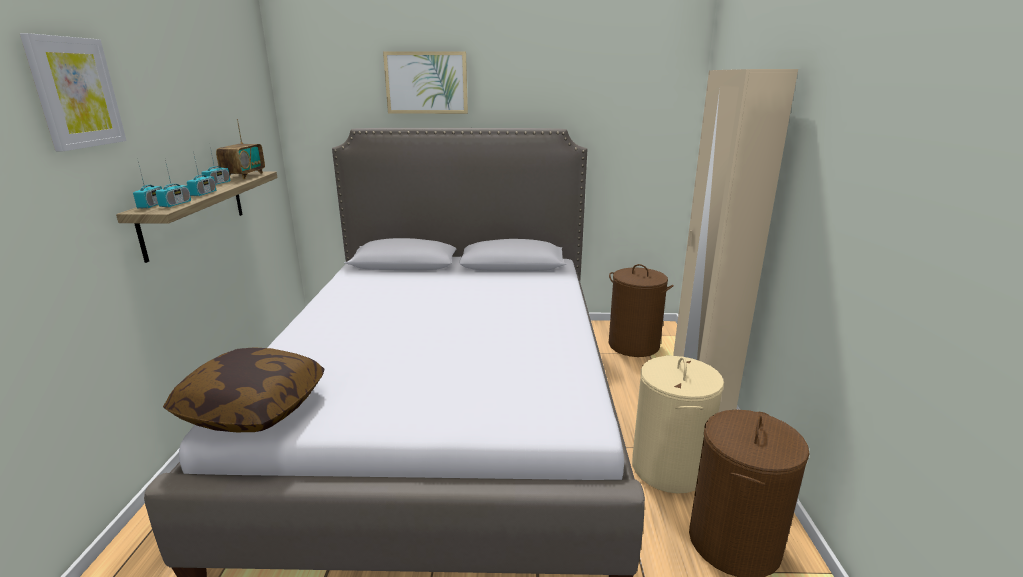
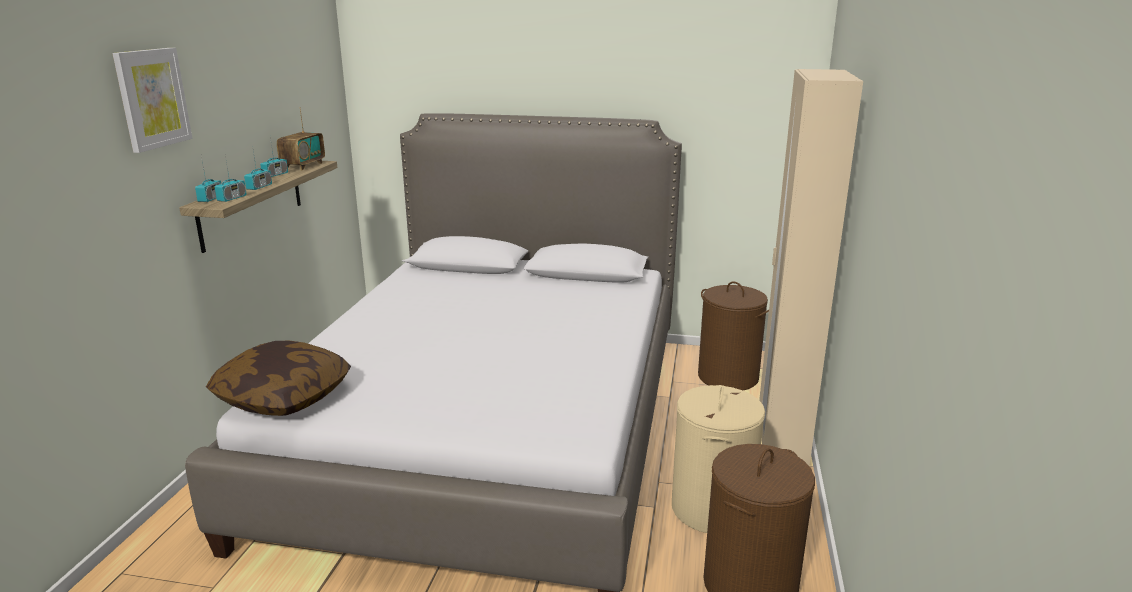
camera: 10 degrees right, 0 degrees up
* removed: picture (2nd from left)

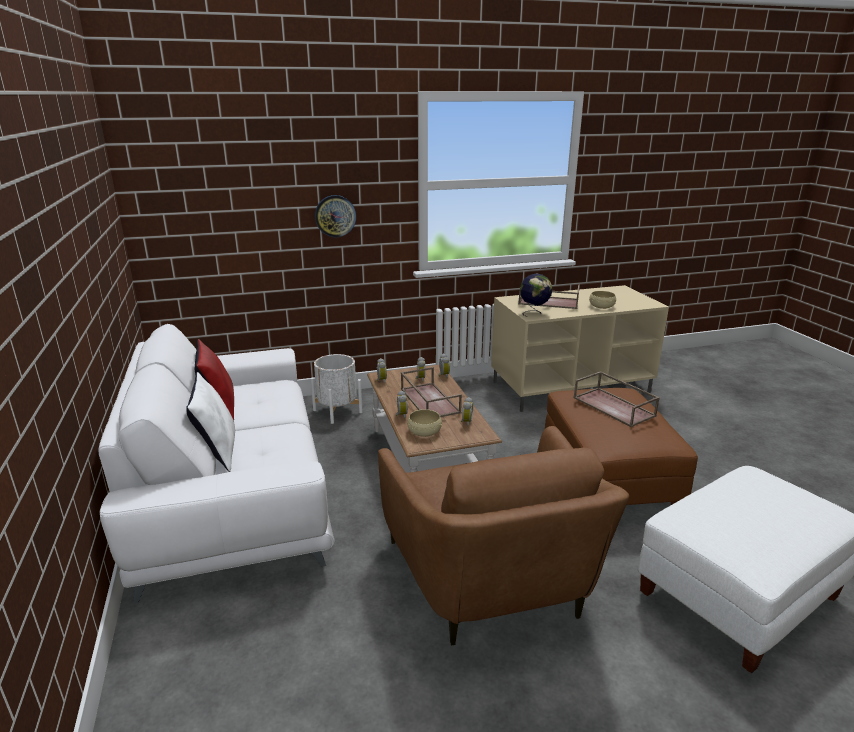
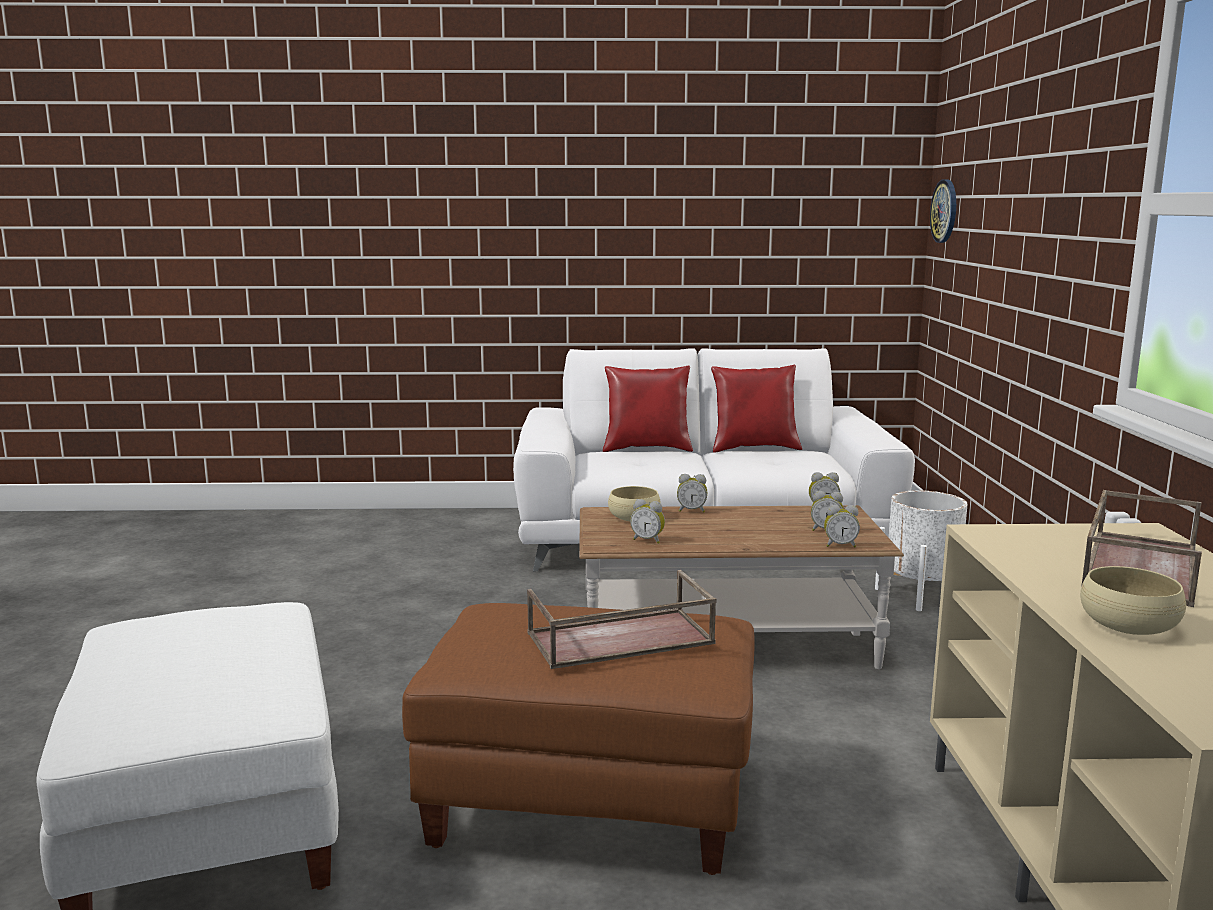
camera: 105 degrees right, 10 degrees down
* removed: armchair/brown
* removed: tray/brown (1st from left)
* removed: globe
* moved: wall clock
* recoloured: pillow/white to pillow/red (1st from left)

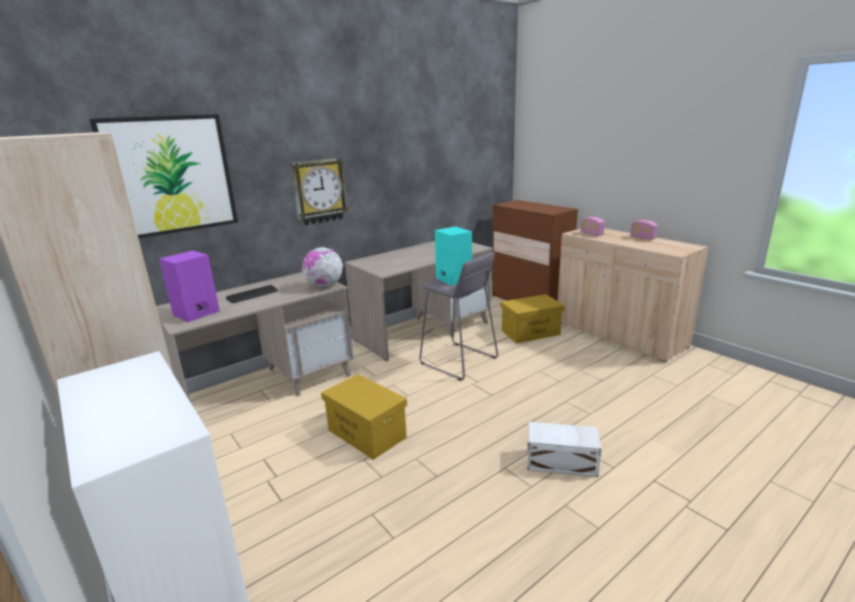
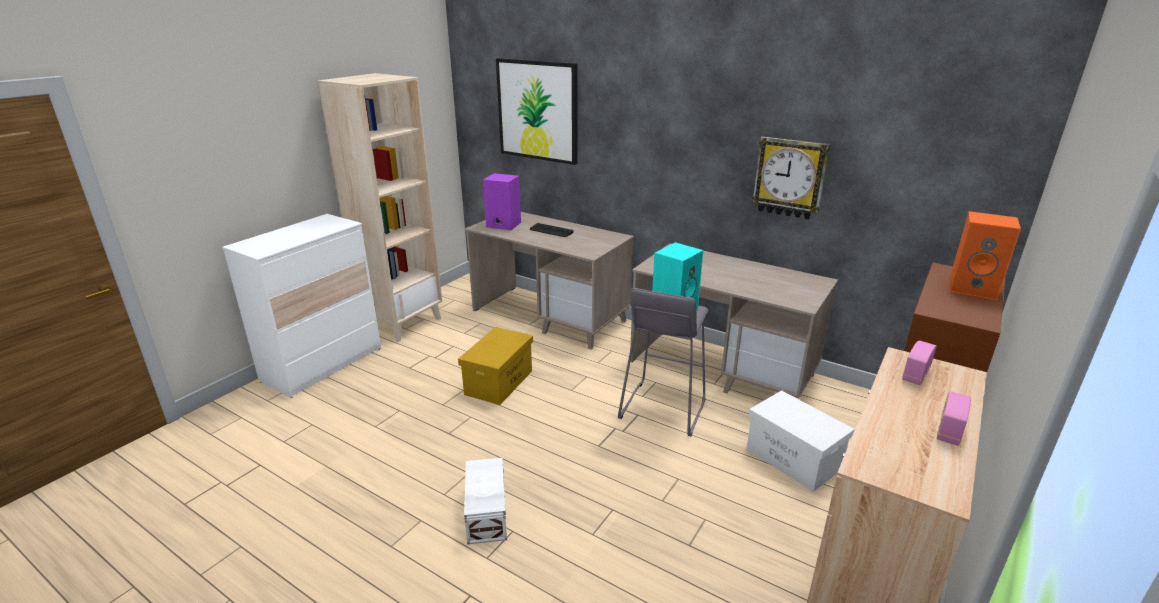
camera: 70 degrees right, 5 degrees up
* removed: globe
* added: speaker/orange
* moved: wall clock
* recoloured: storage box/yellow (2nd from left) to storage box/white (2nd from left)

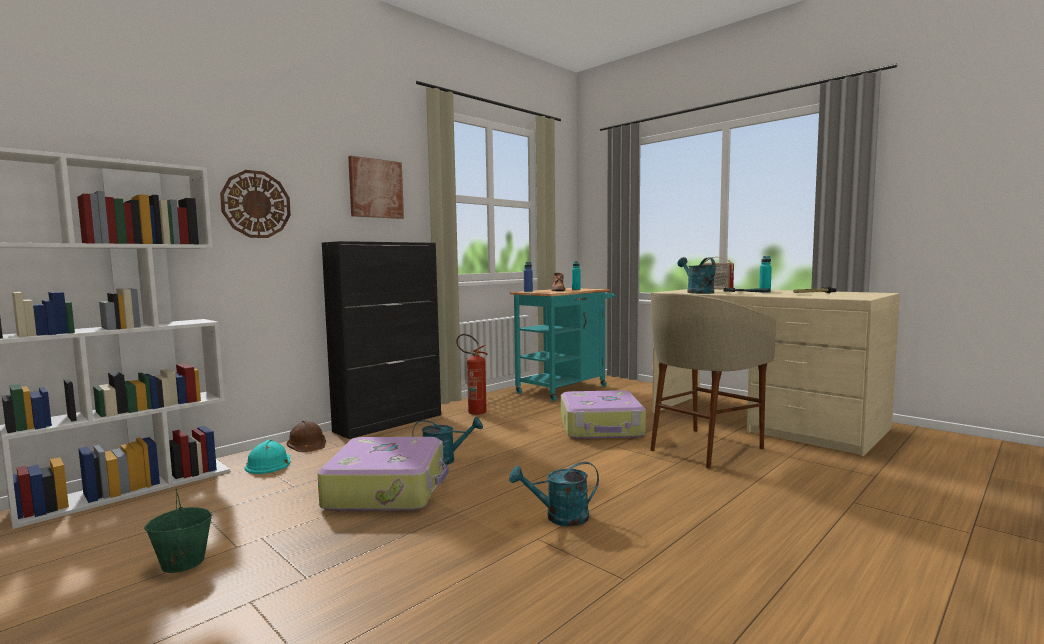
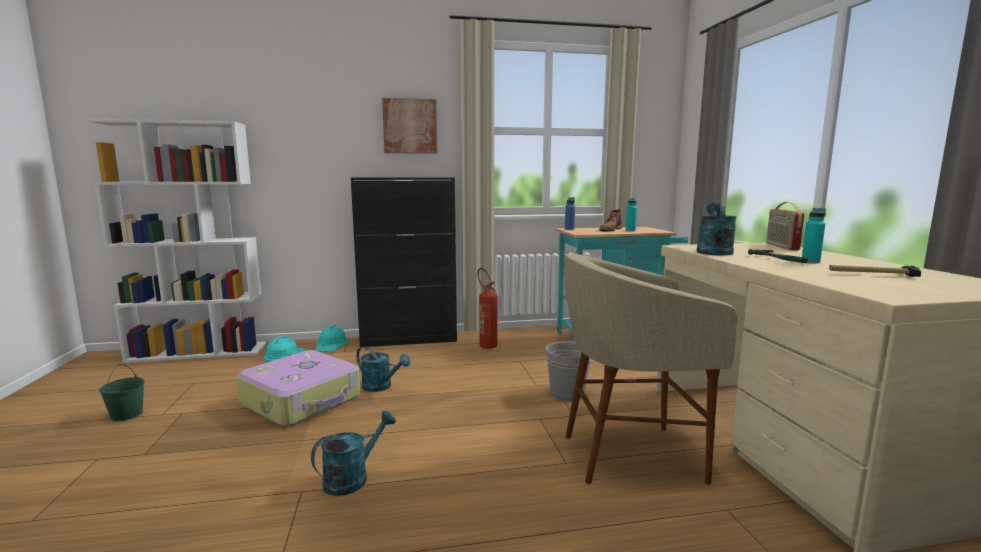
camera: 35 degrees right, 5 degrees up
* removed: wall clock
* replaced: suitcase (2nd from left) to bucket/grey
* recoloured: hard hat/brown to hard hat/turquoise (2nd from left)
* turned: watering can/turquoise (2nd from left in the first image) 105 degrees clockwise

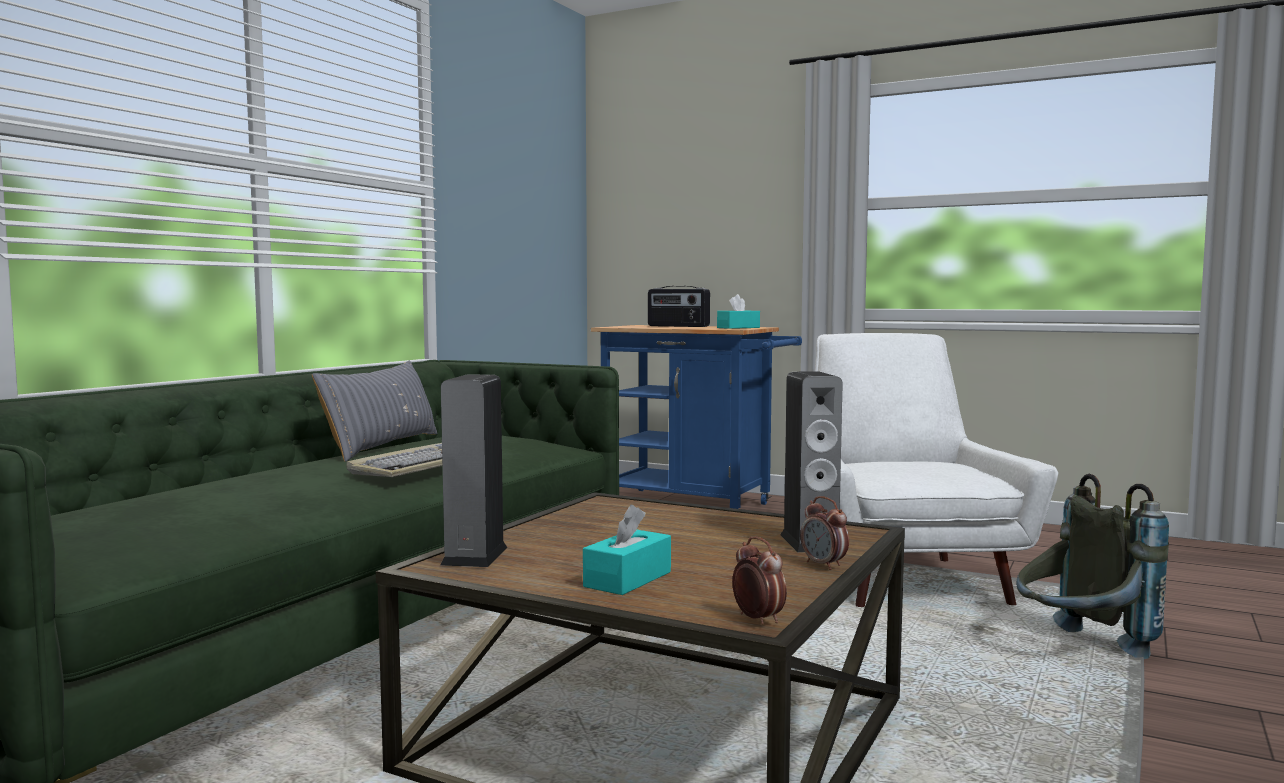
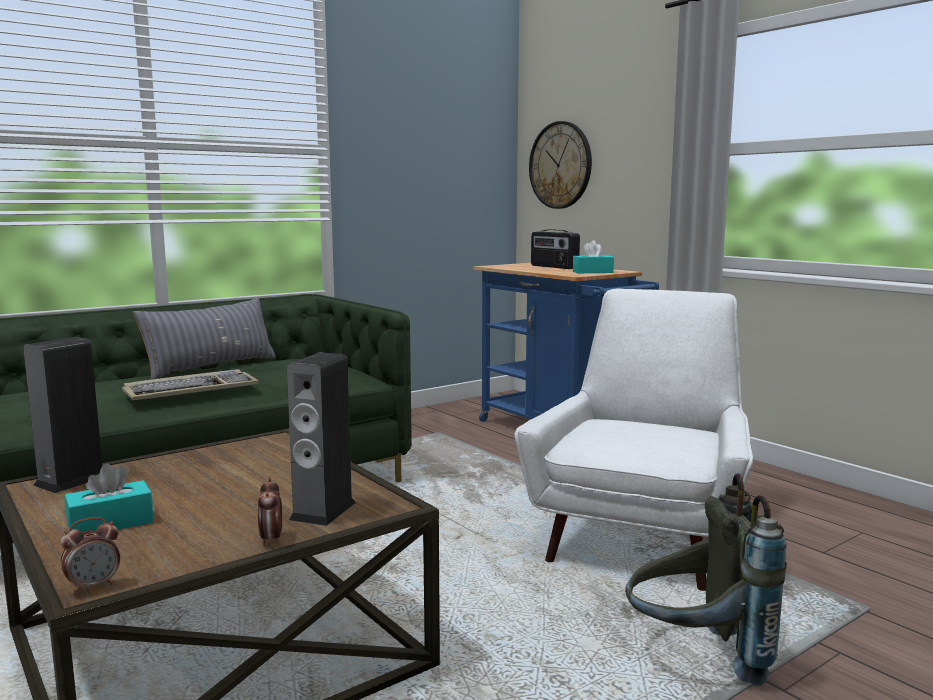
camera: 25 degrees right, 5 degrees up
* added: wall clock
* turned: alarm clock (1st from left) 60 degrees clockwise

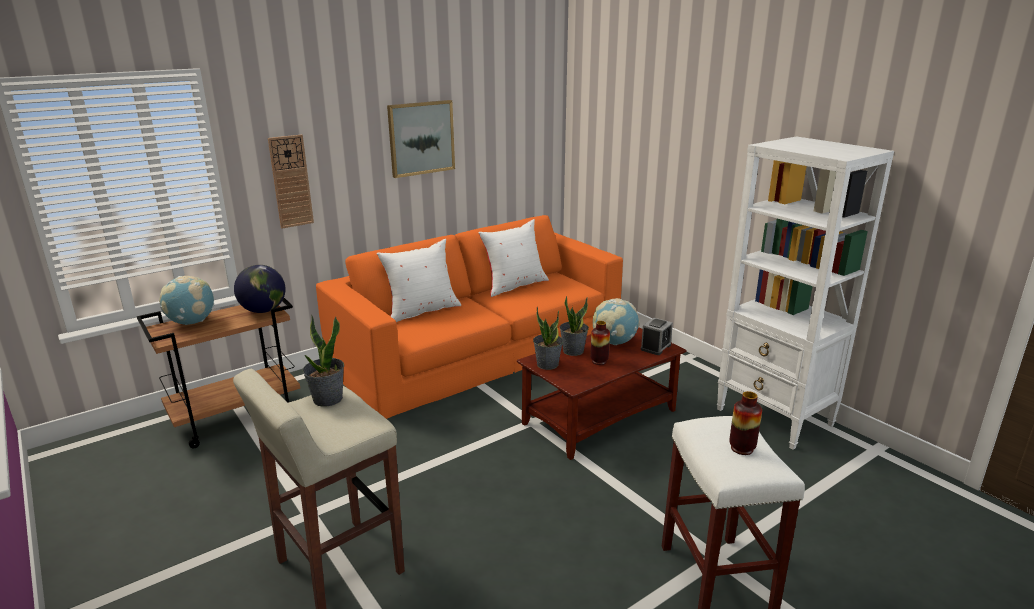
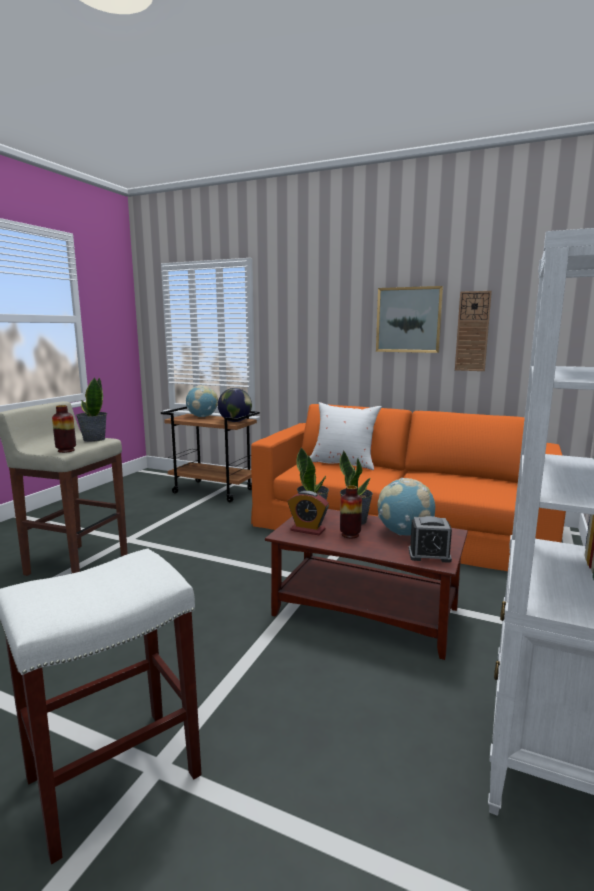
camera: 60 degrees right, 10 degrees down
* removed: pillow/white (2nd from left)
* added: alarm clock (1st from left)
* moved: wall clock
* moved: vase (2nd from left in the first image) to vase (1st from left)

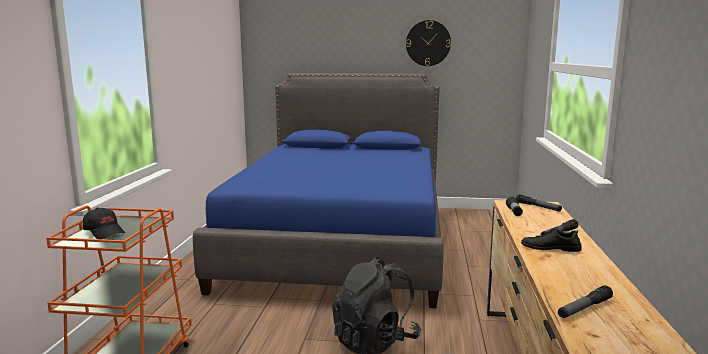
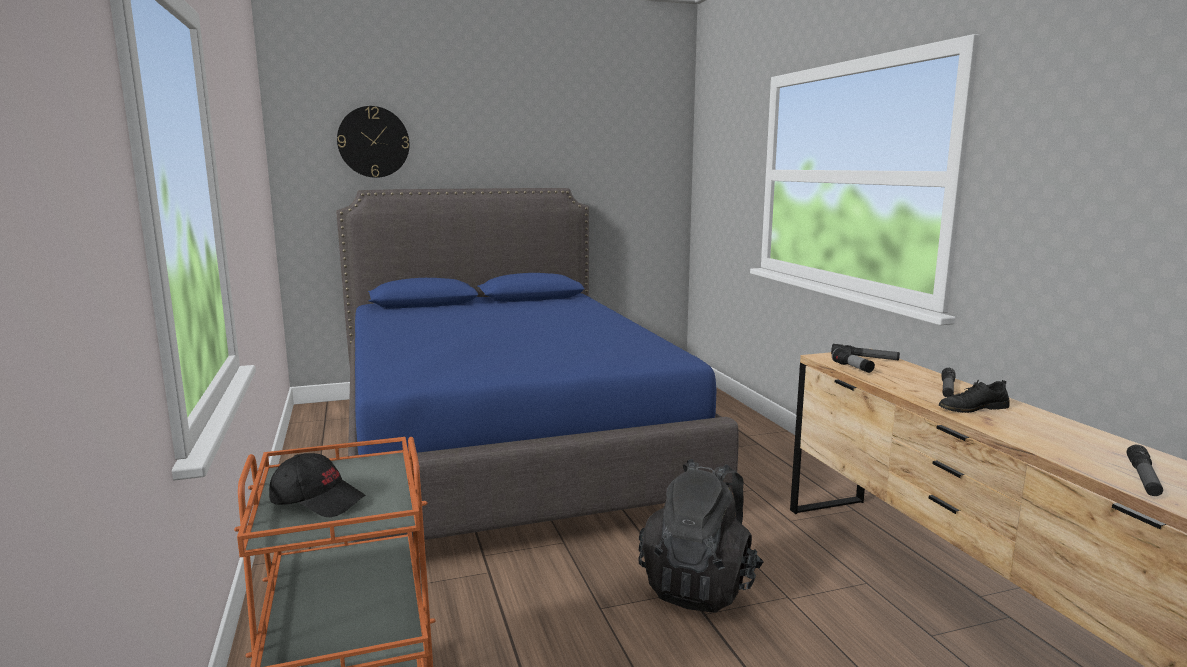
camera: 25 degrees left, 0 degrees up
* moved: wall clock

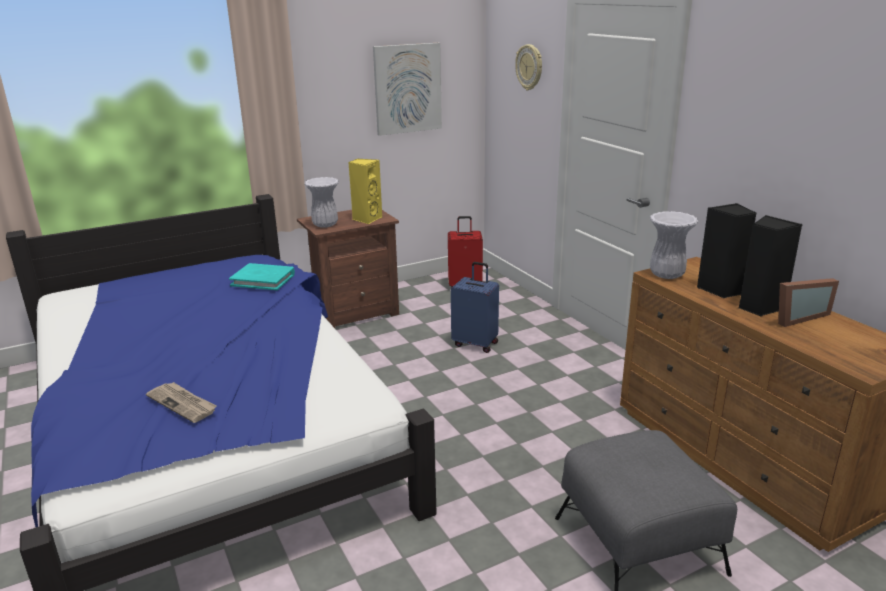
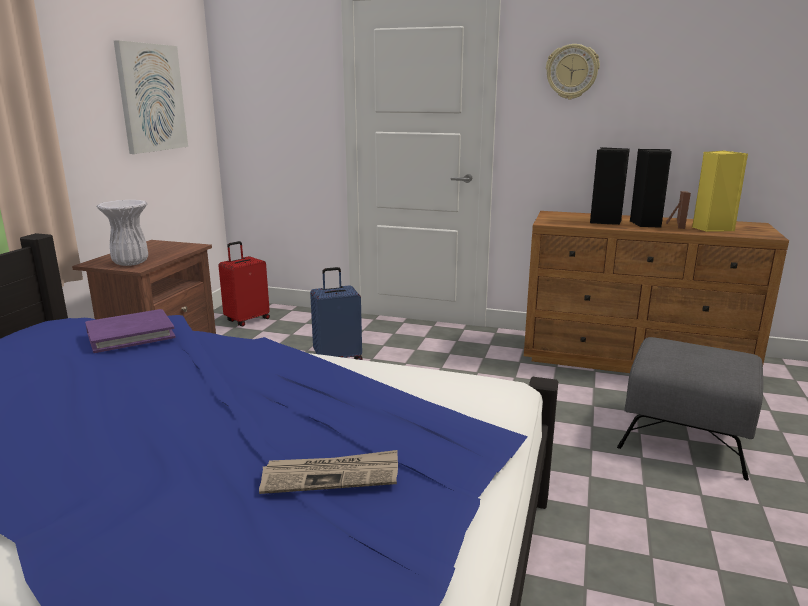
camera: 45 degrees left, 5 degrees down
* removed: vase/white (2nd from left)
* moved: speaker/yellow
* moved: wall clock
* recoloured: book/turquoise to book/purple

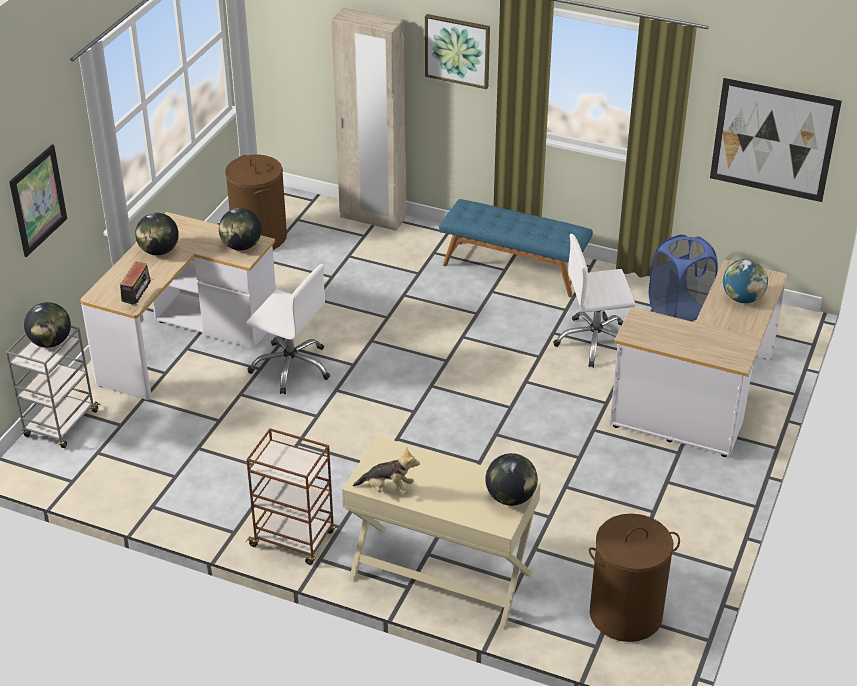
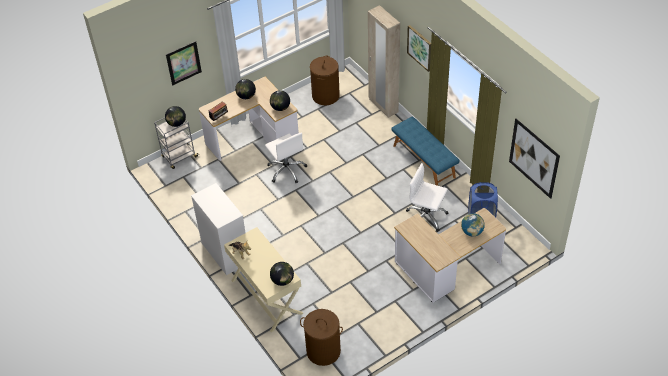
camera: 35 degrees right, 10 degrees up
* replaced: cart/brown to dresser/white

